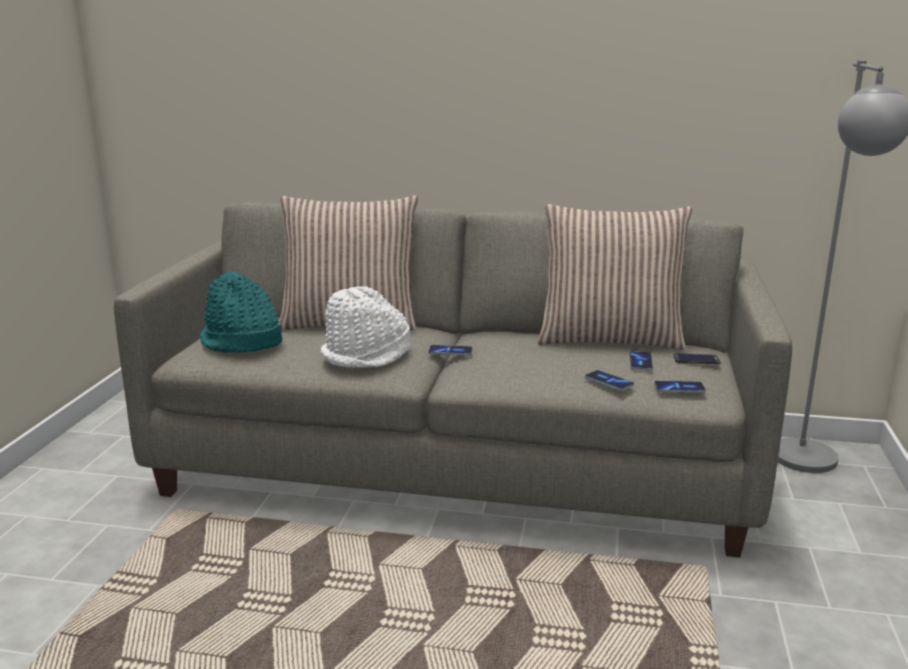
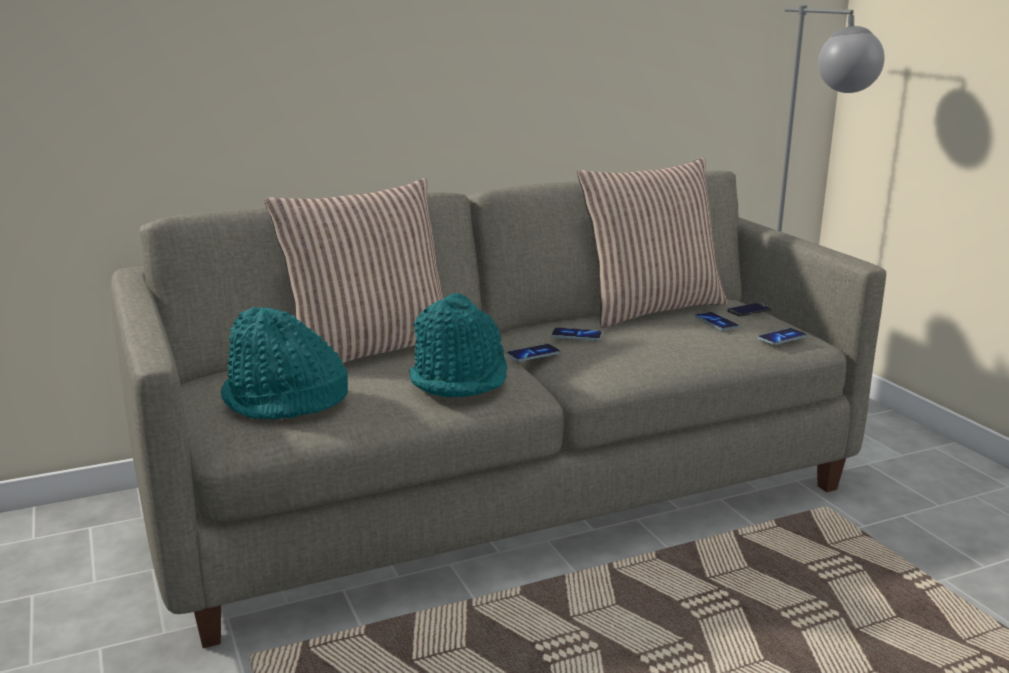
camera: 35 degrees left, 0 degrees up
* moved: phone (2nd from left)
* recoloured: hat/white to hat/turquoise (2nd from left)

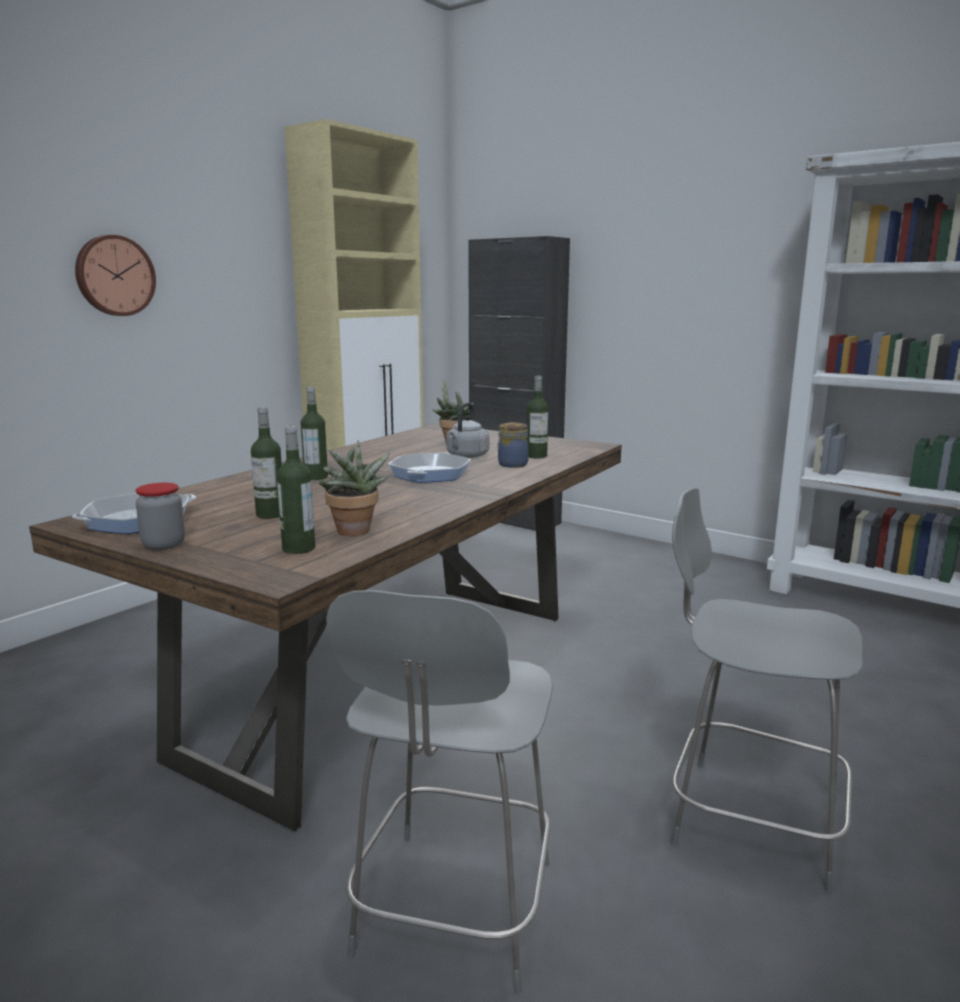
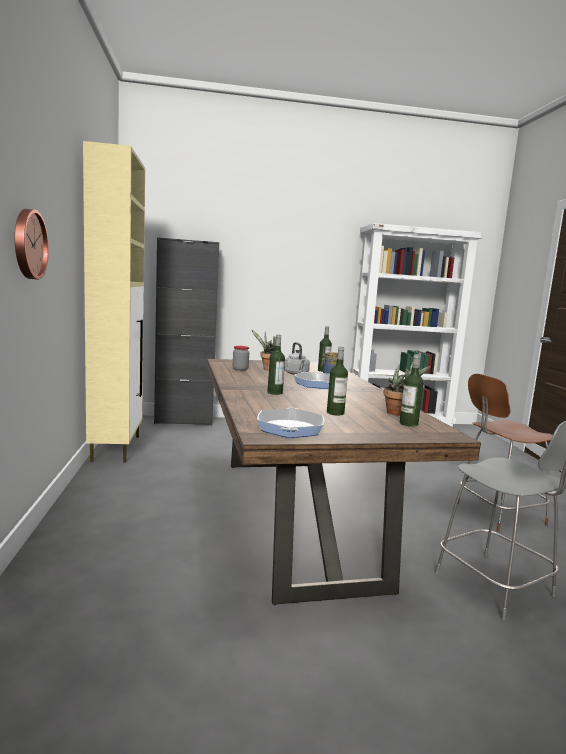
camera: 45 degrees left, 5 degrees down
* moved: jar (1st from left)
* recoloured: stool/grey (2nd from left) to stool/brown

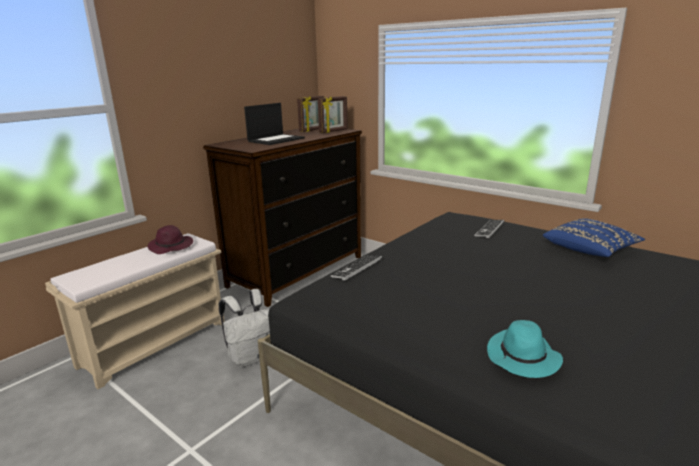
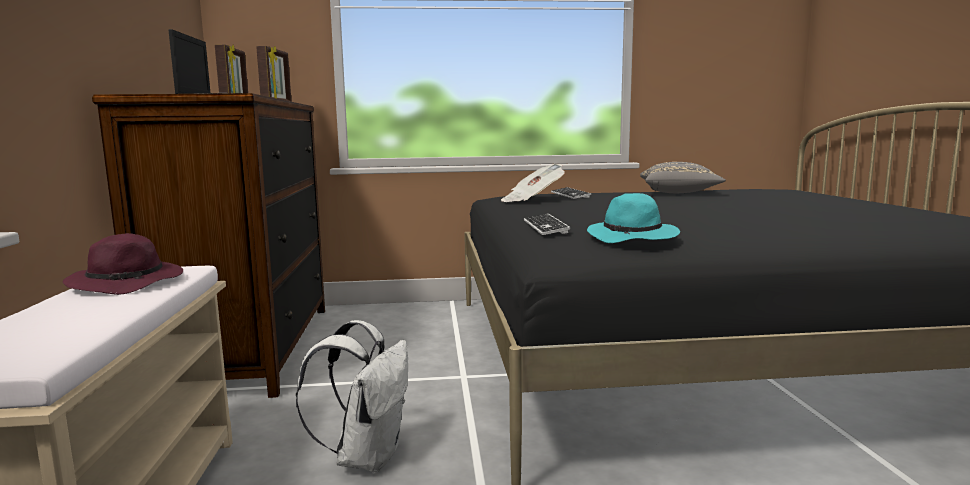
camera: 45 degrees left, 10 degrees down
* added: newspaper
* moved: hat/turquoise
* recoloured: pillow/blue to pillow/grey

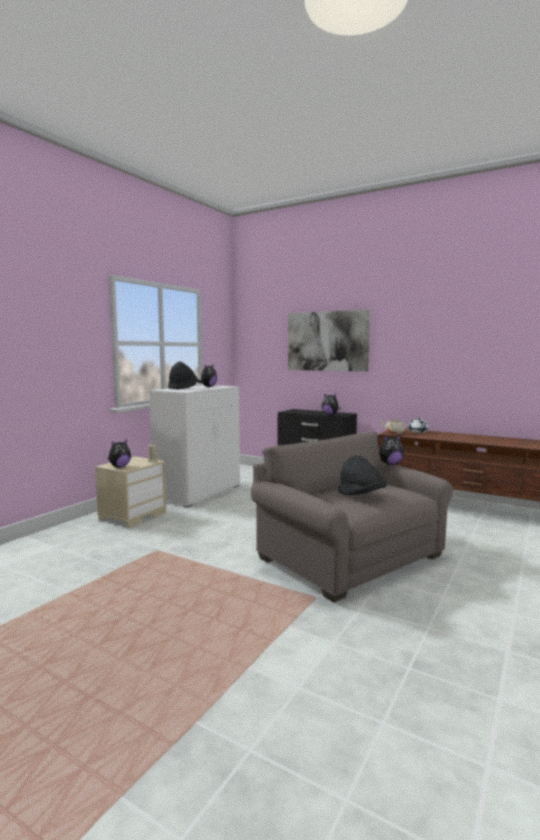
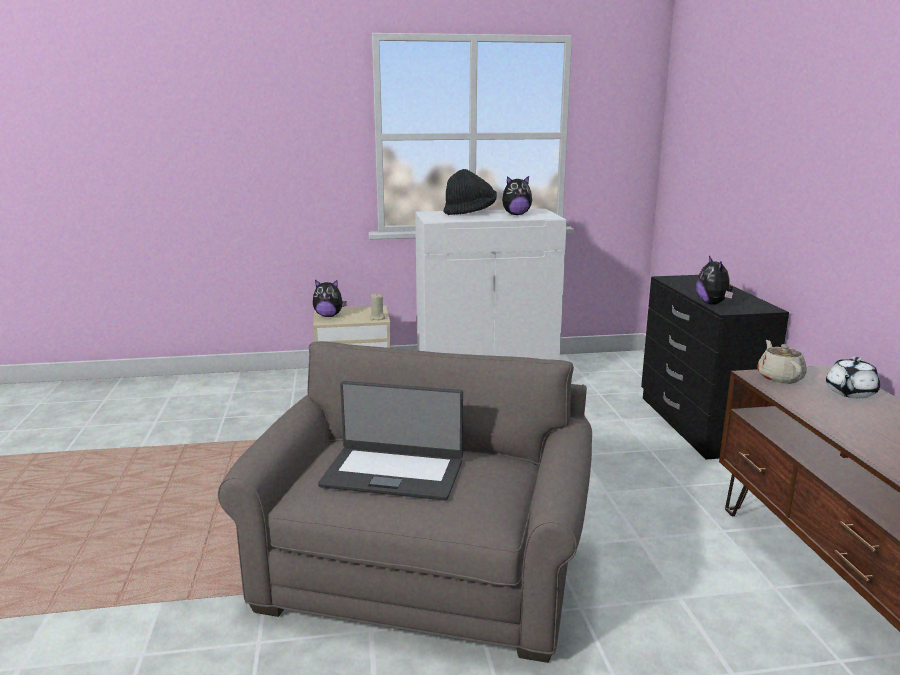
camera: 50 degrees right, 10 degrees up
* removed: picture
* removed: plush toy (4th from left)
* replaced: hat/black (2nd from left) to laptop

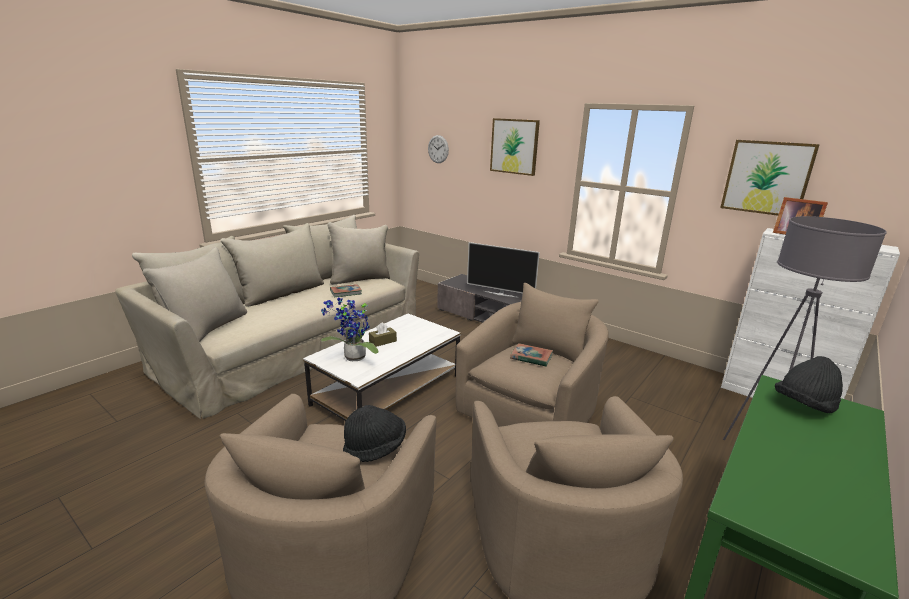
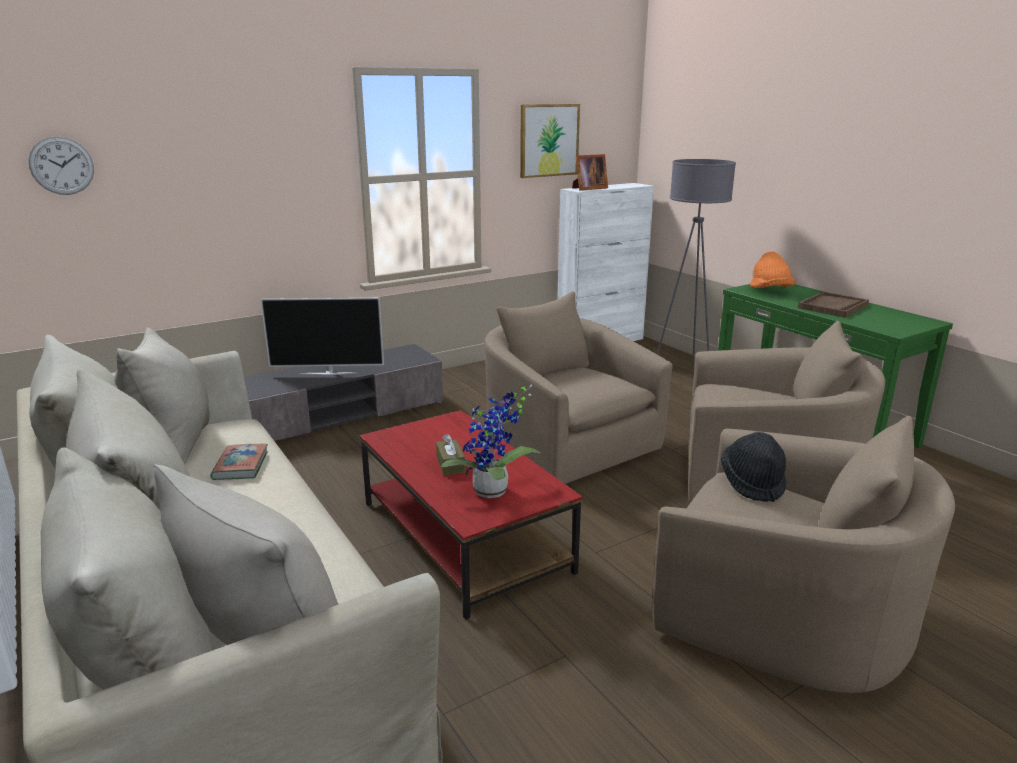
camera: 70 degrees left, 0 degrees up
* removed: picture (1st from left)
* removed: book (2nd from left)
* added: tray/brown
* recoloured: coffee table/white to coffee table/red
* recoloured: hat/black (2nd from left) to hat/orange
* turned: television 45 degrees clockwise

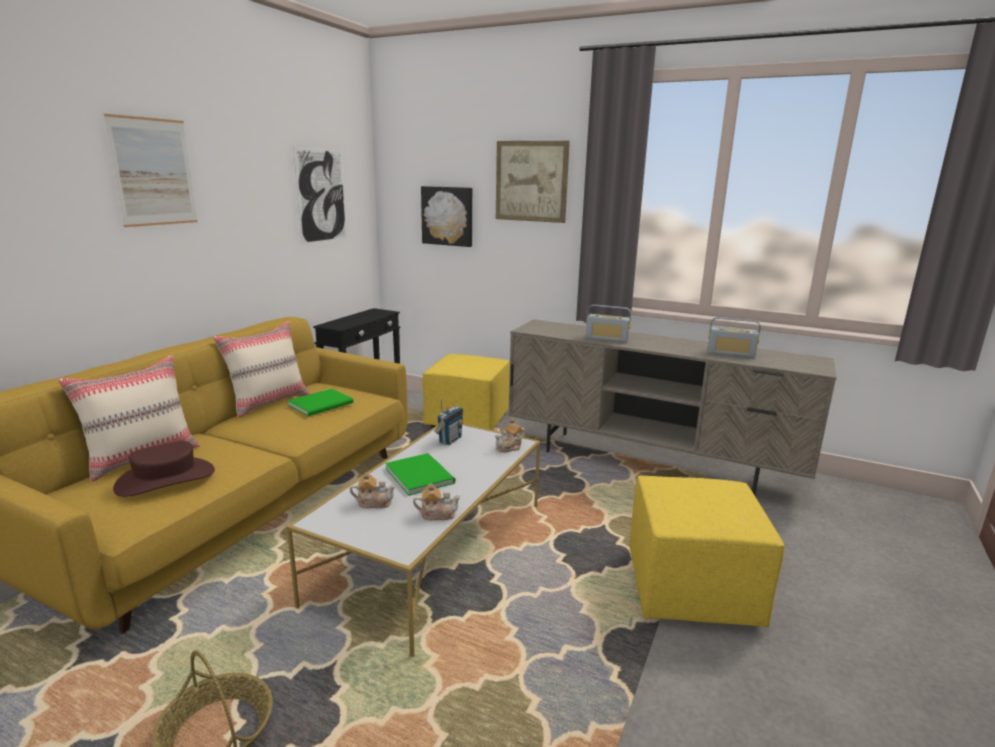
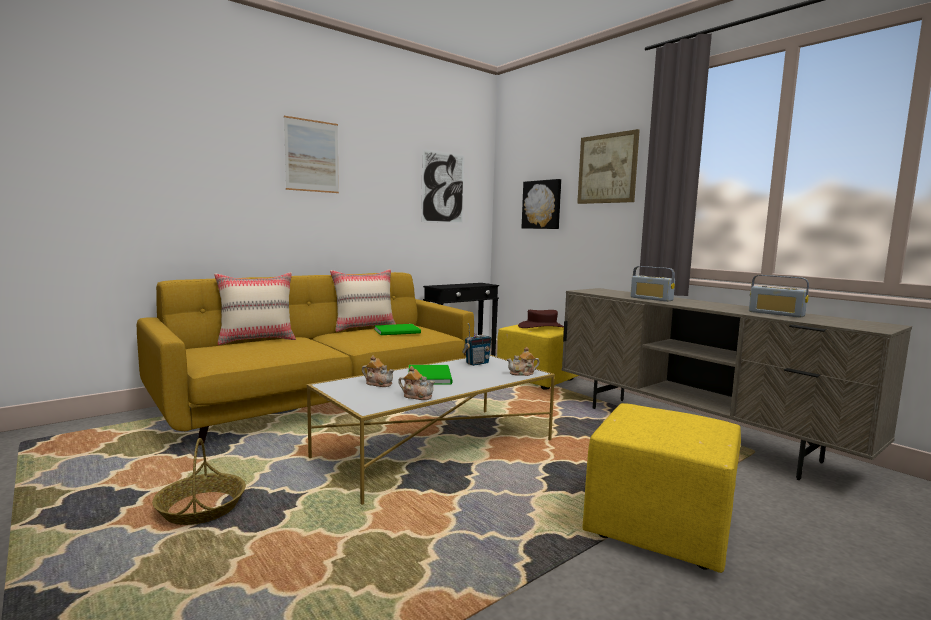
camera: 25 degrees right, 10 degrees down
* moved: hat/brown

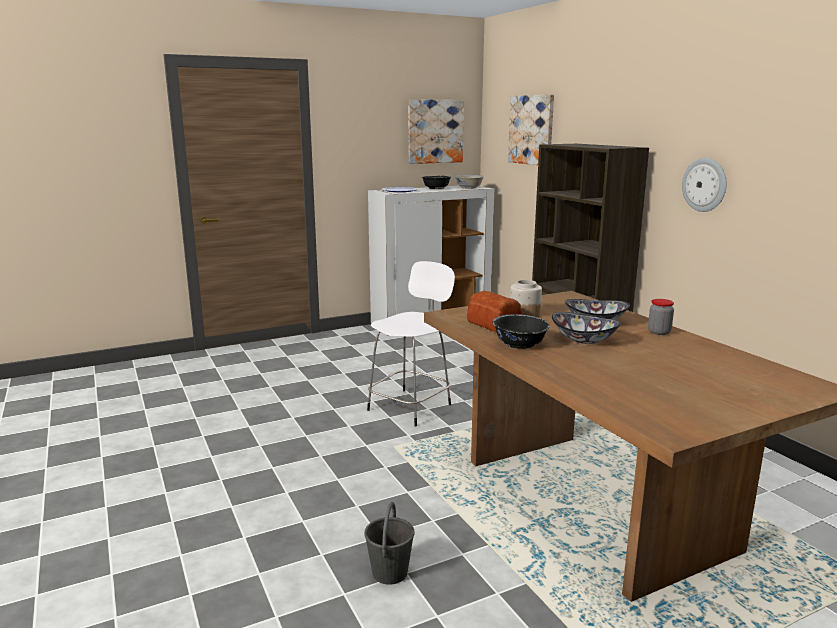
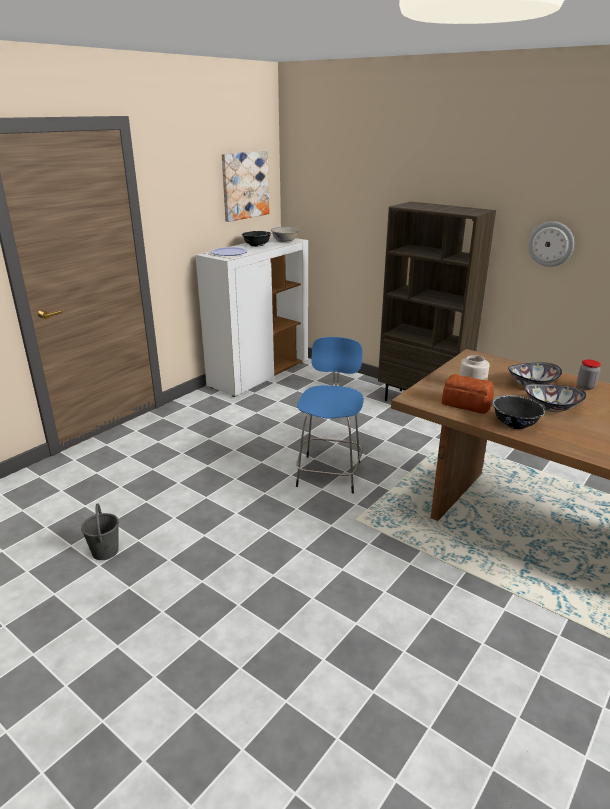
camera: 25 degrees left, 10 degrees up
* removed: picture (2nd from left)
* moved: bucket/grey
* recoloured: stool/white to stool/blue

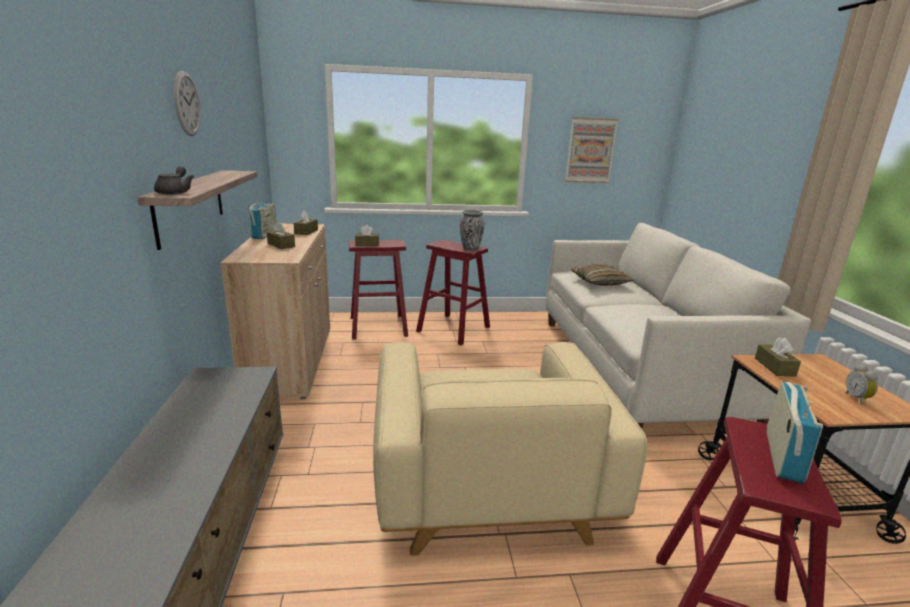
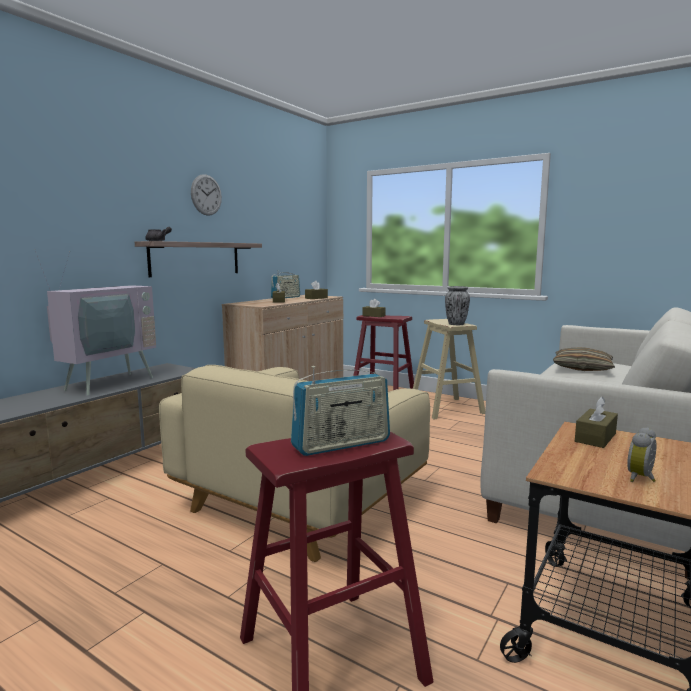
camera: 40 degrees right, 10 degrees down
* removed: picture
* added: television
* recoloured: stool/red (2nd from left) to stool/beige

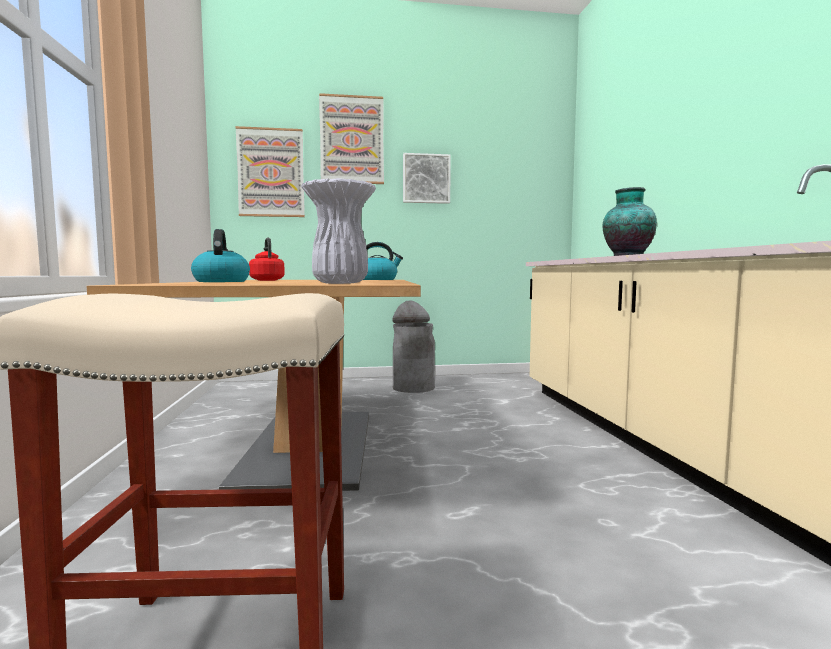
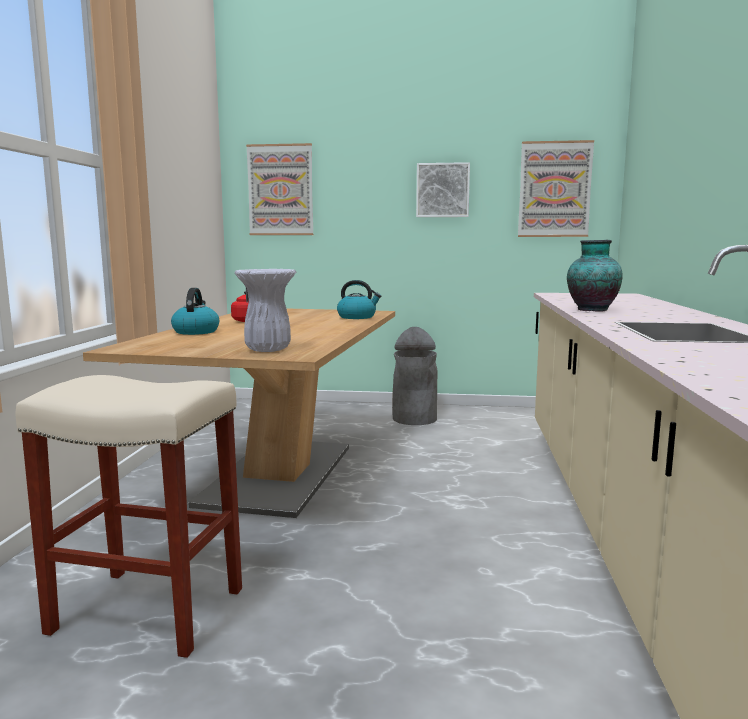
camera: 15 degrees right, 5 degrees up
* moved: picture (2nd from left in the first image) to picture (3rd from left)

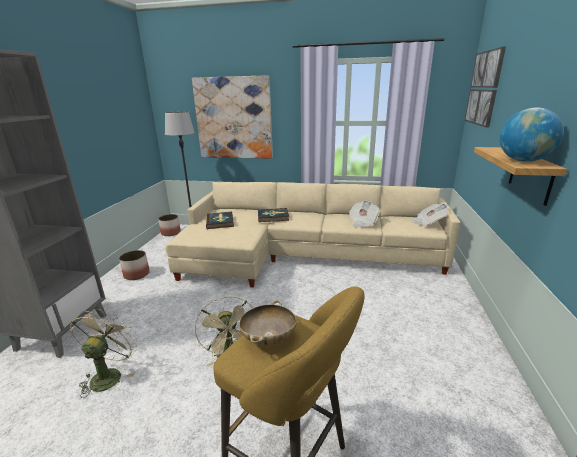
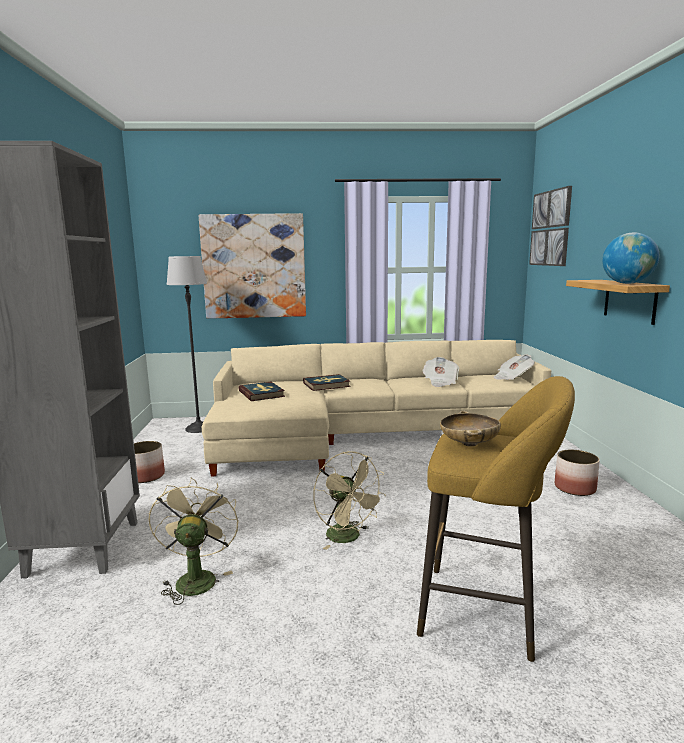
camera: 15 degrees left, 10 degrees down
* moved: planter (2nd from left)

